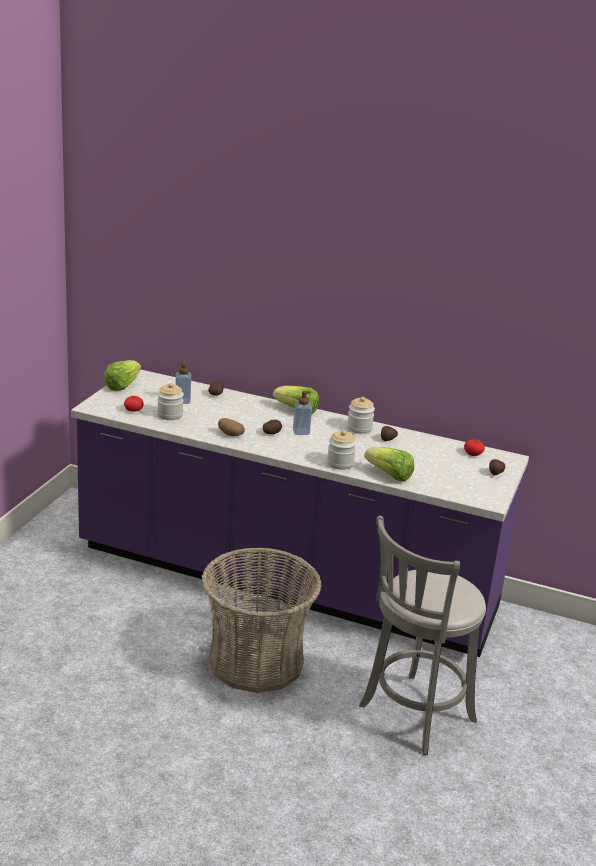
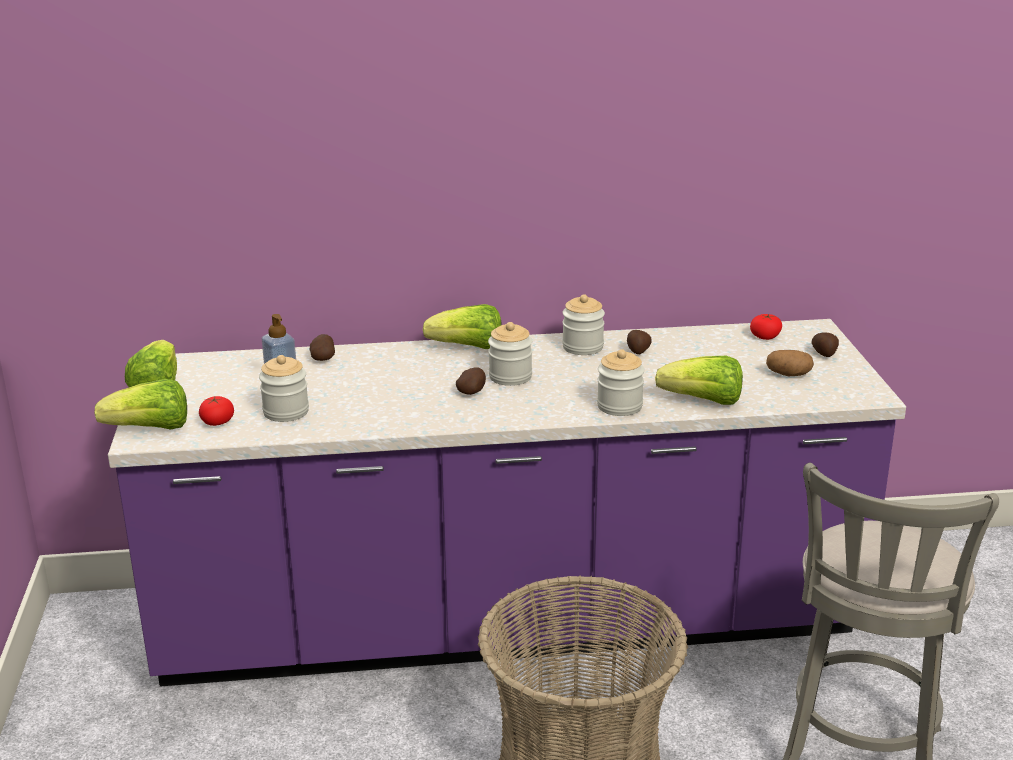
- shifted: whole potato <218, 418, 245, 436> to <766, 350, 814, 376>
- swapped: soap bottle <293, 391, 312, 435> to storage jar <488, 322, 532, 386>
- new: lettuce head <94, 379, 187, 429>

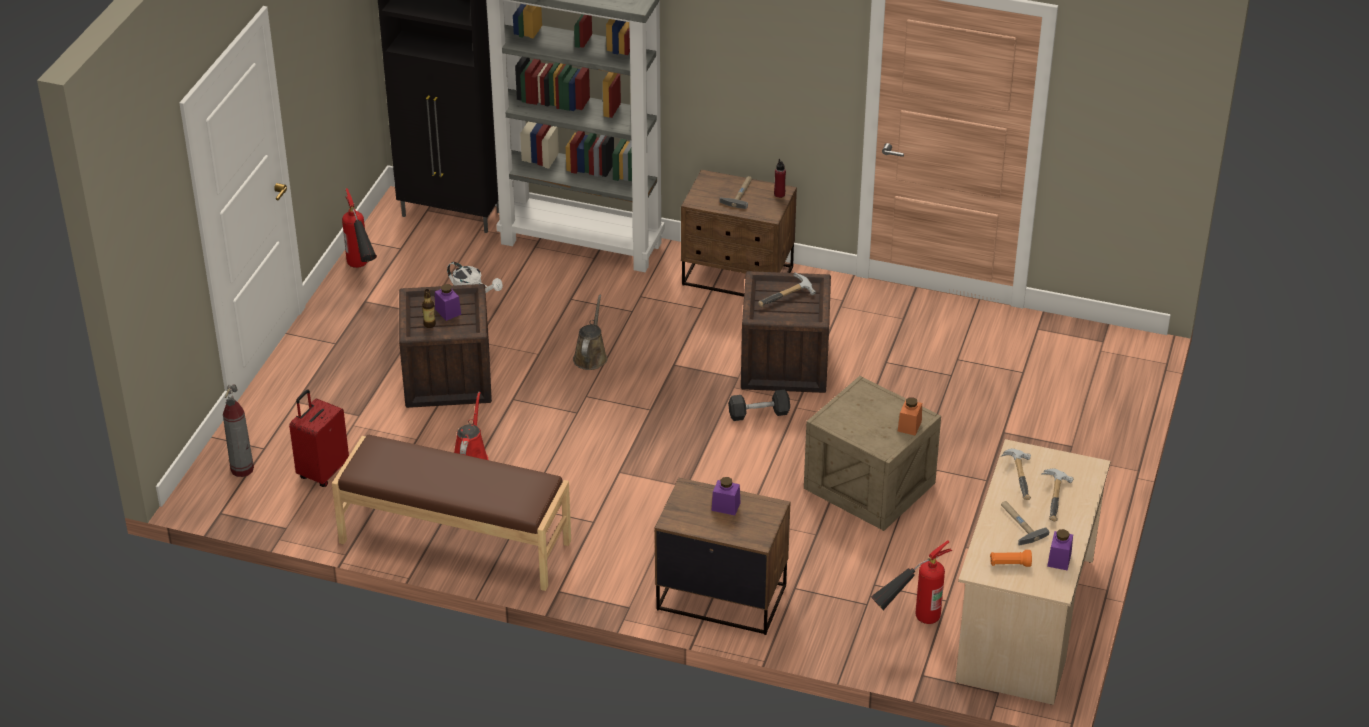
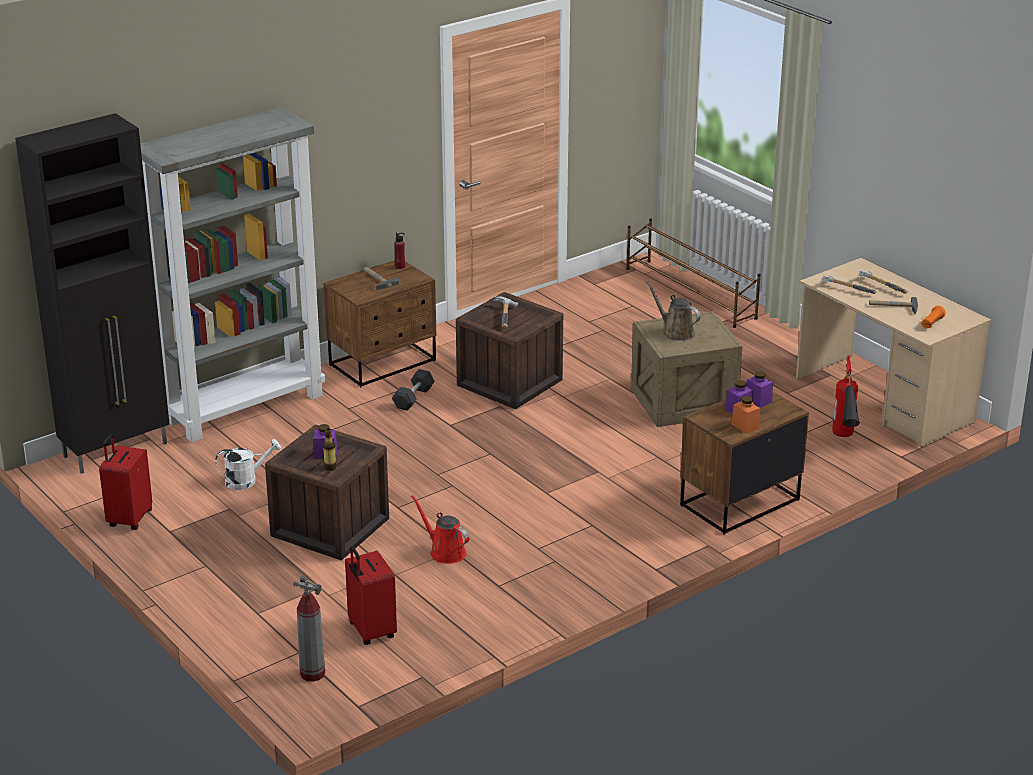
- gone: long seat/brownish <332, 435, 571, 591>
- swapped: fire-fighting cylinder <342, 188, 377, 268> to travel case/red <99, 434, 152, 530>
- shifted: sprinkling can/brownish <573, 295, 608, 370> to <646, 281, 701, 341>
- shifted: hand weight/greyish <728, 390, 790, 421> to <392, 369, 435, 411>
- shifted: storage jar/orange <898, 397, 922, 436> to <731, 396, 760, 433>
- shifted: storage jar/purplish <1047, 529, 1073, 570> to <746, 371, 773, 408>
- new: shoe rack/brownish <626, 218, 761, 328>

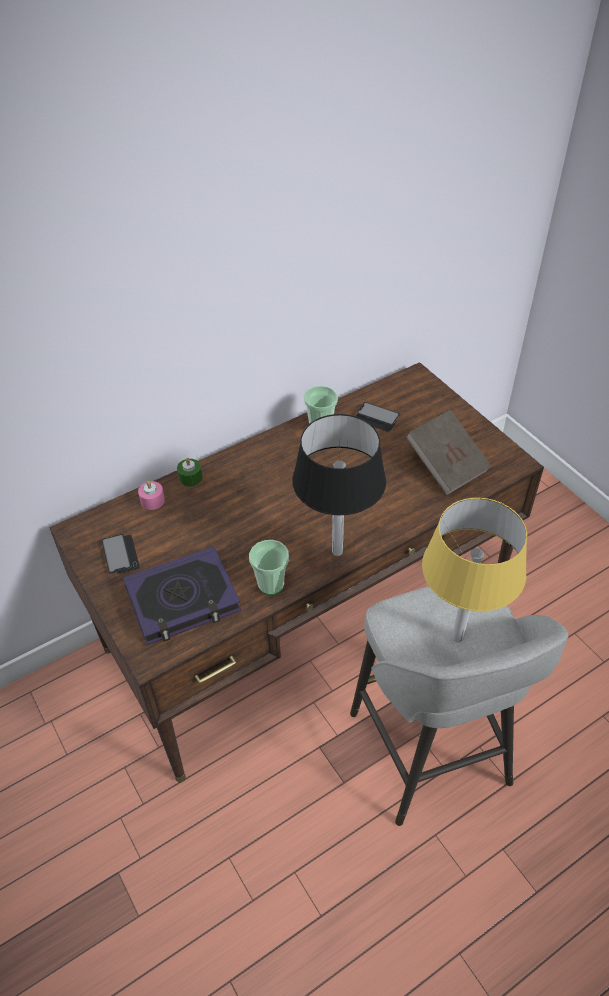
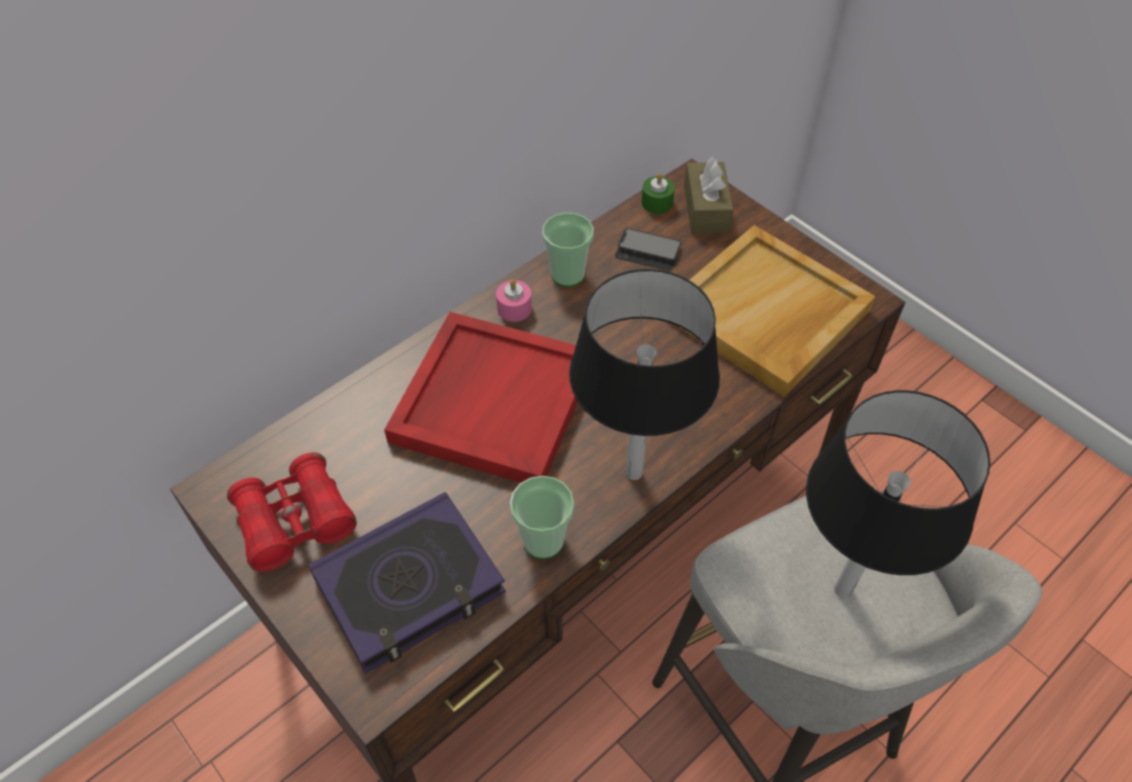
- swapped: telephone <102, 534, 140, 574> to field glasses/red <227, 452, 357, 572>
- shifted: wax light/pink <138, 481, 165, 510> to <496, 279, 532, 322>
- shifted: wax light/green-coloured <177, 458, 202, 486> to <641, 173, 675, 214>
- swapped: volume/brownish <406, 410, 492, 495> to tray/beige <678, 225, 876, 397>
- repainted: lamp for a table/yellow-coloured <422, 498, 527, 642> to lamp for a table/black-coloured <806, 390, 991, 598>
- new: tray/red <384, 312, 578, 483>
- new: tissue holder/brownish <684, 157, 733, 234>

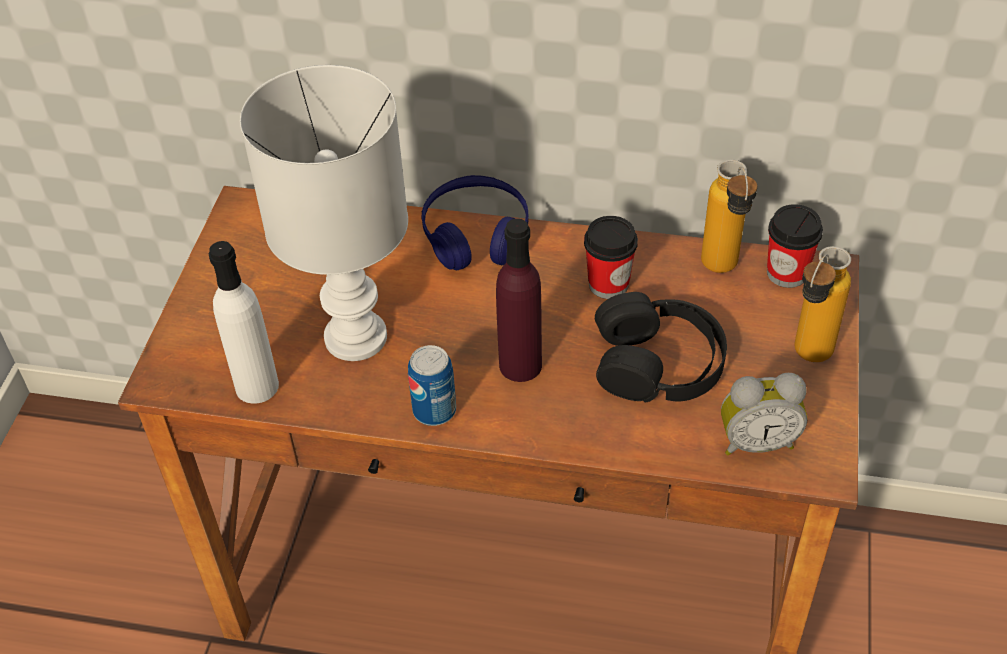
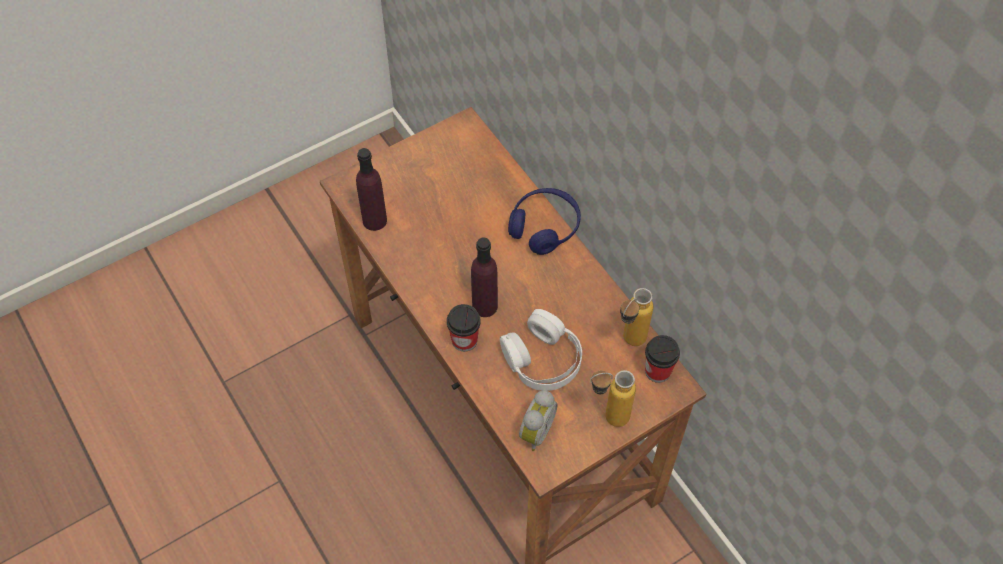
- repainted: bottle/white-coloured <209, 241, 279, 404> to bottle/purplish <356, 148, 387, 231>
- gone: lamp for a table/white-coloured <240, 65, 408, 361>
- gone: sealed can <408, 345, 456, 426>
- shifted: drinking cup <584, 216, 638, 299> to <447, 304, 481, 352>
- repainted: headphones/black-coloured <595, 292, 727, 403> to headphones/white-coloured <500, 309, 582, 391>
- rotated: alarm clock <721, 373, 807, 456> = <519, 390, 558, 451> 105 degrees counterclockwise

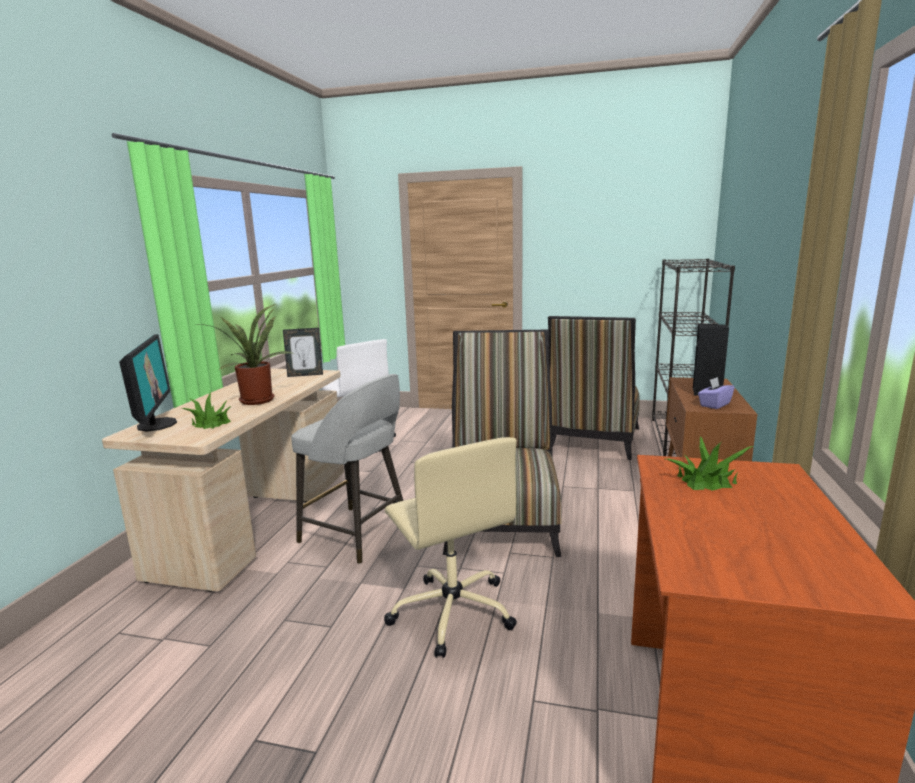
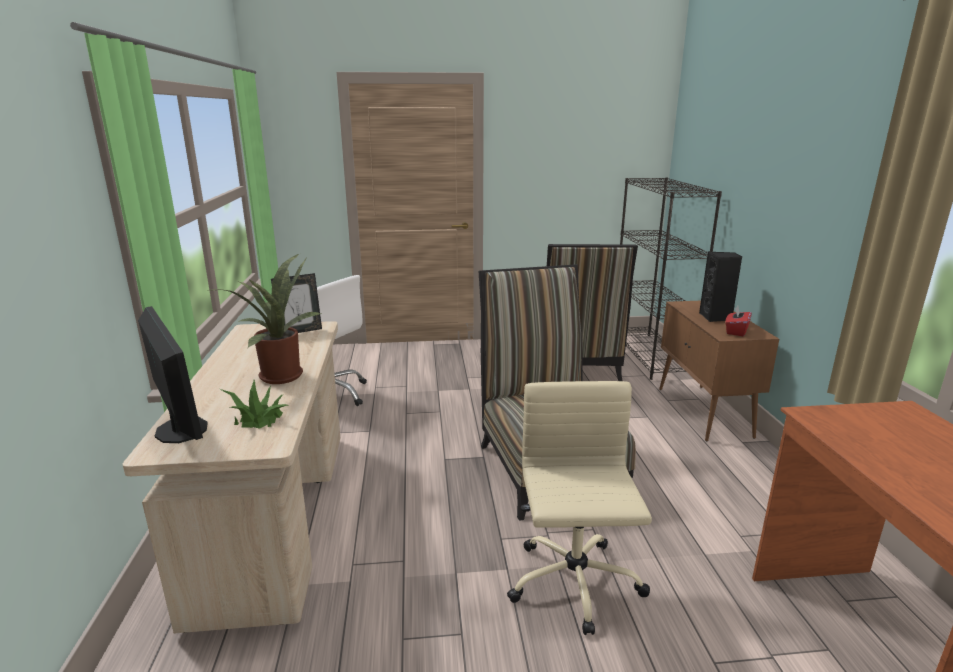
- gone: stool/greyish <291, 374, 403, 564>
- rotated: desk chair/beige <384, 437, 517, 658> = <507, 381, 652, 635> 135 degrees counterclockwise
- gone: potted plant <667, 436, 753, 491>
- repainted: tissue holder/purplish <698, 377, 735, 409> to tissue holder/red <725, 306, 752, 336>

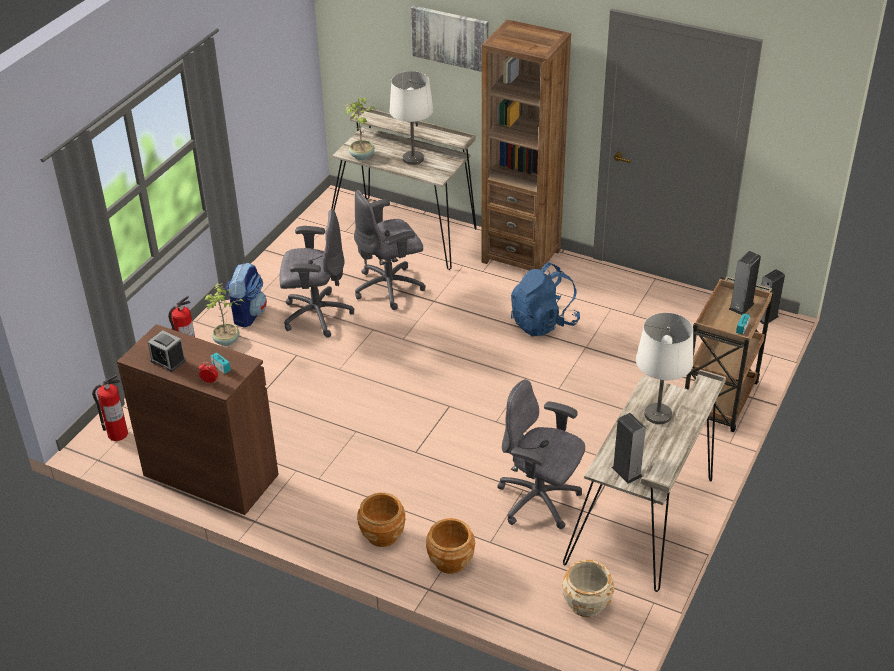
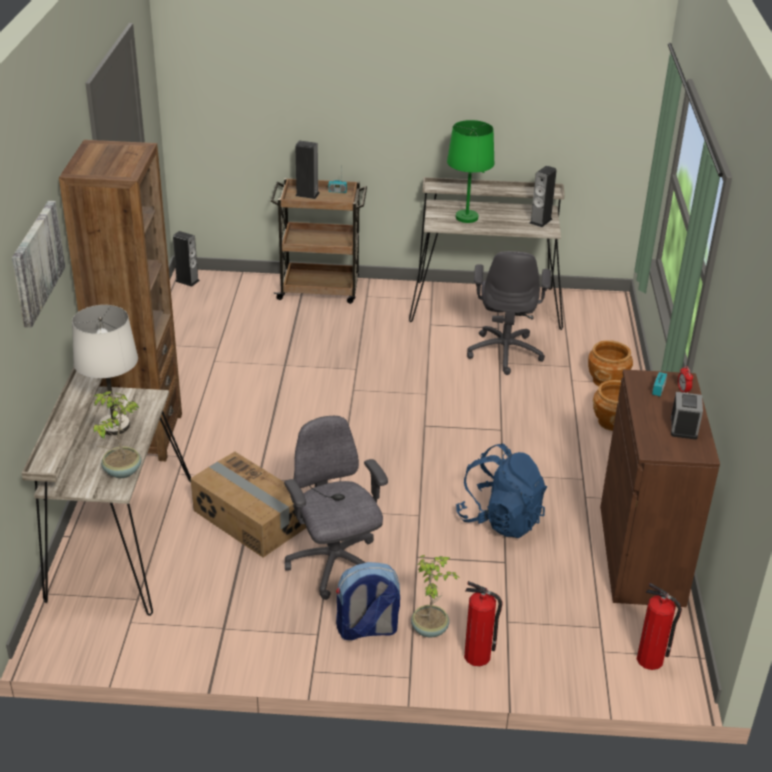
- swapped: desk chair/greyish <354, 190, 426, 310> to cardboard box <190, 452, 306, 558>
- shifted: rucksack/blue-coloured <511, 262, 580, 337> to <456, 443, 547, 538>
- gone: planter/beige <562, 560, 614, 617>
- repainted: lamp for a table/white-coloured <636, 313, 693, 424> to lamp for a table/green-coloured <447, 120, 495, 223>

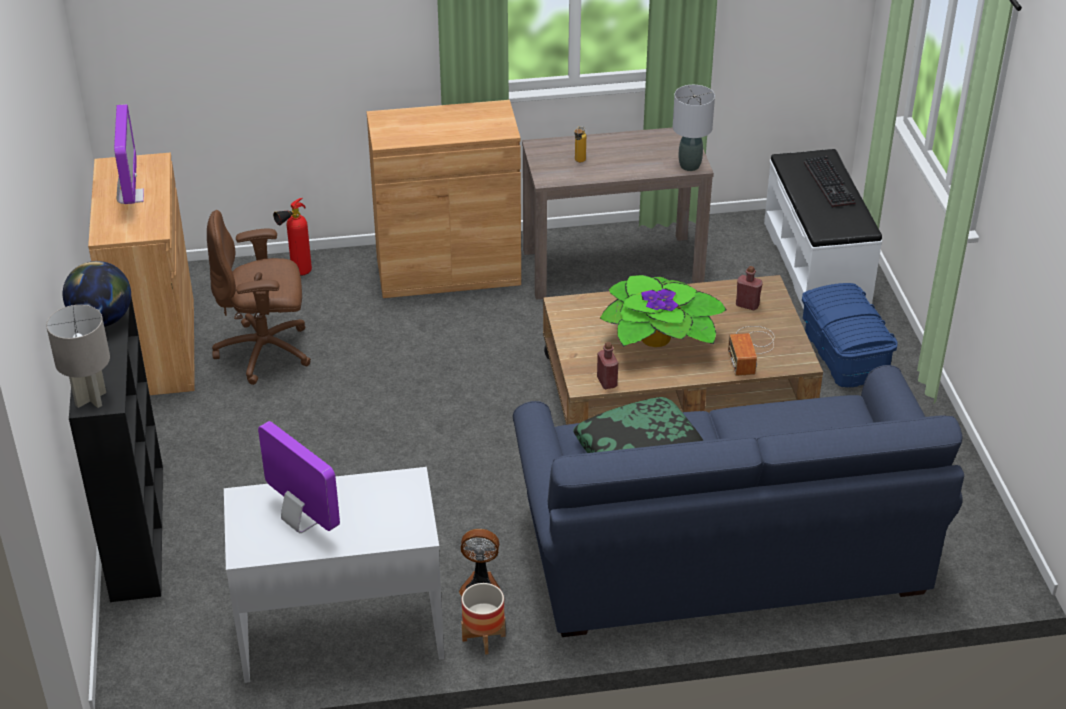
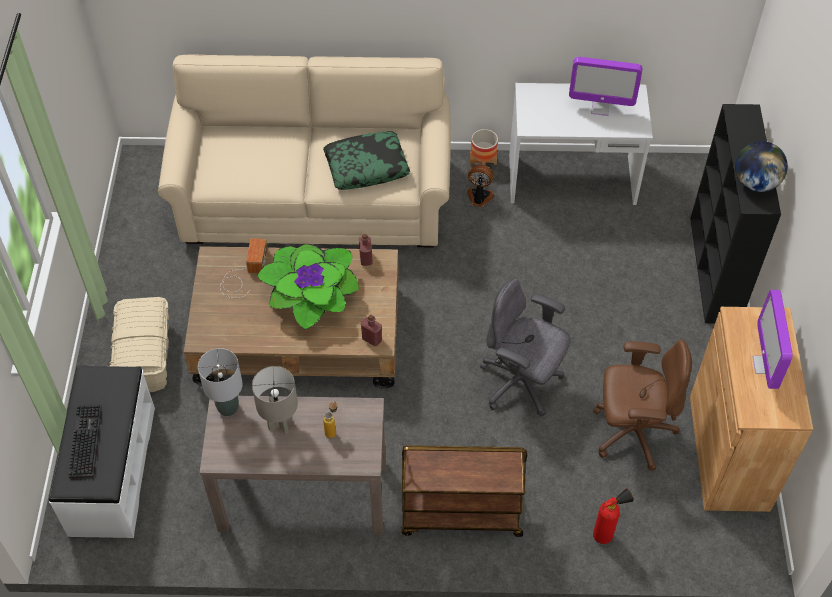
- shifted: lamp for a table/greyish <46, 305, 110, 408> to <252, 366, 298, 434>
- rotated: monitor <258, 421, 340, 533> = <569, 57, 642, 116> 45 degrees counterclockwise
- swapped: cabinet/brownish <367, 100, 521, 298> to cart/brownish <401, 445, 527, 537>
- repainted: sofa/blue-coloured <513, 365, 964, 637> to sofa/beige <158, 54, 451, 247>
- shifted: bottle/red <736, 266, 763, 310> to <361, 315, 382, 346>
- repainted: storage box/blue-coloured <802, 283, 898, 387> to storage box/beige <109, 297, 169, 392>
- new: desk chair/greyish <480, 278, 571, 416>

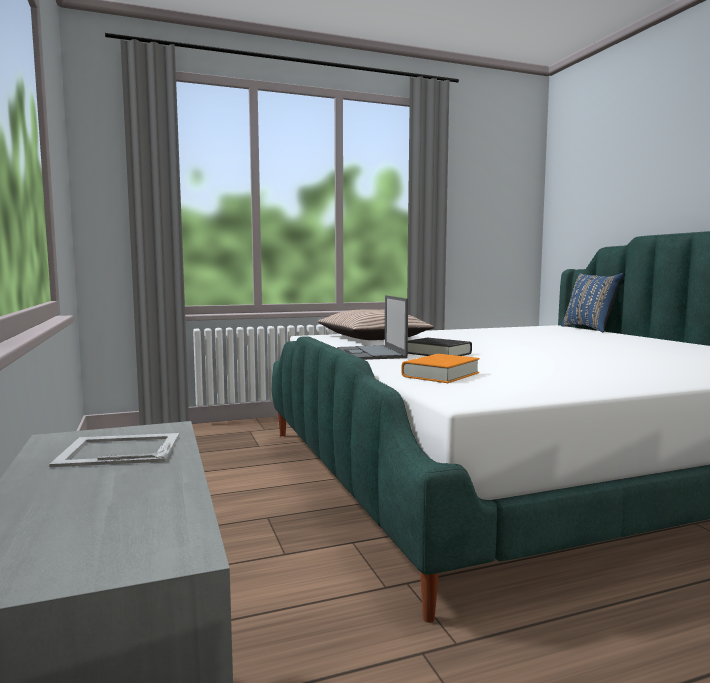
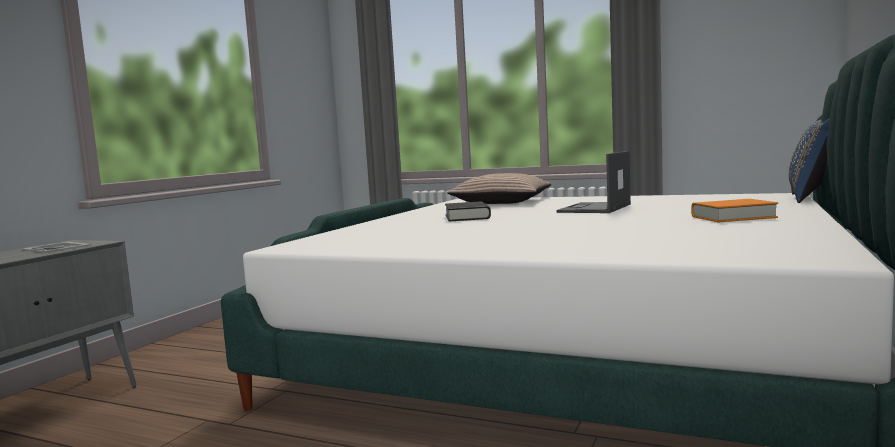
- shifted: laptop <337, 295, 408, 360> to <557, 151, 631, 213>
- shifted: volume/orange <401, 354, 480, 383> to <691, 199, 778, 222>

